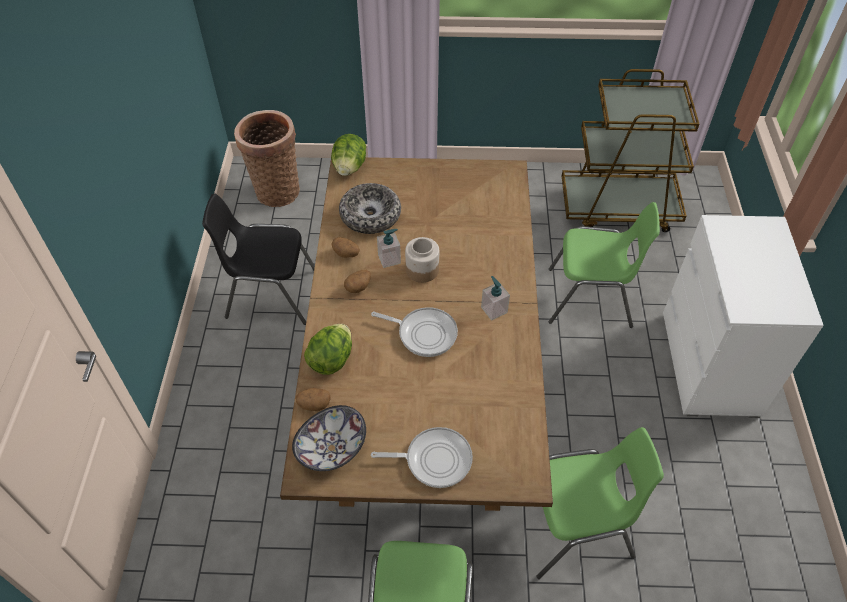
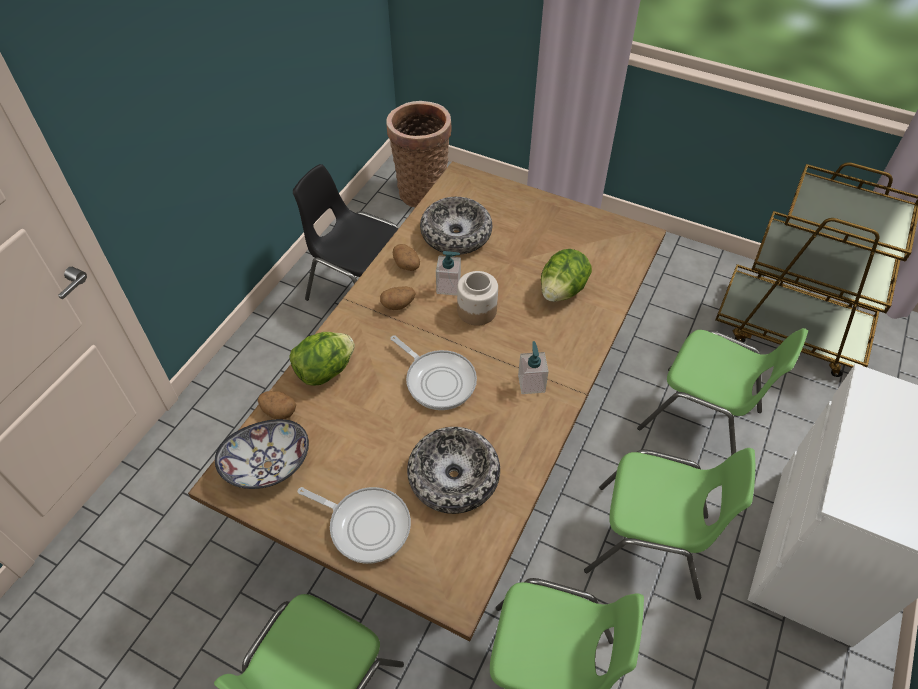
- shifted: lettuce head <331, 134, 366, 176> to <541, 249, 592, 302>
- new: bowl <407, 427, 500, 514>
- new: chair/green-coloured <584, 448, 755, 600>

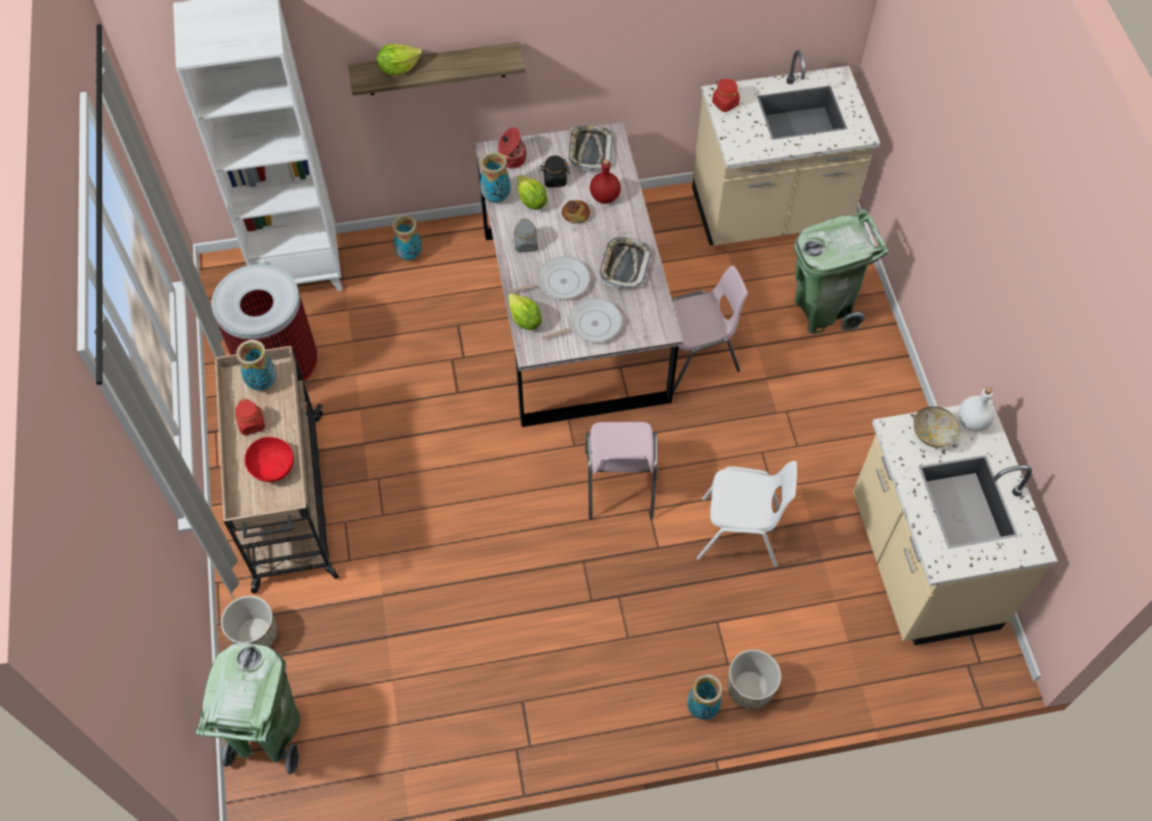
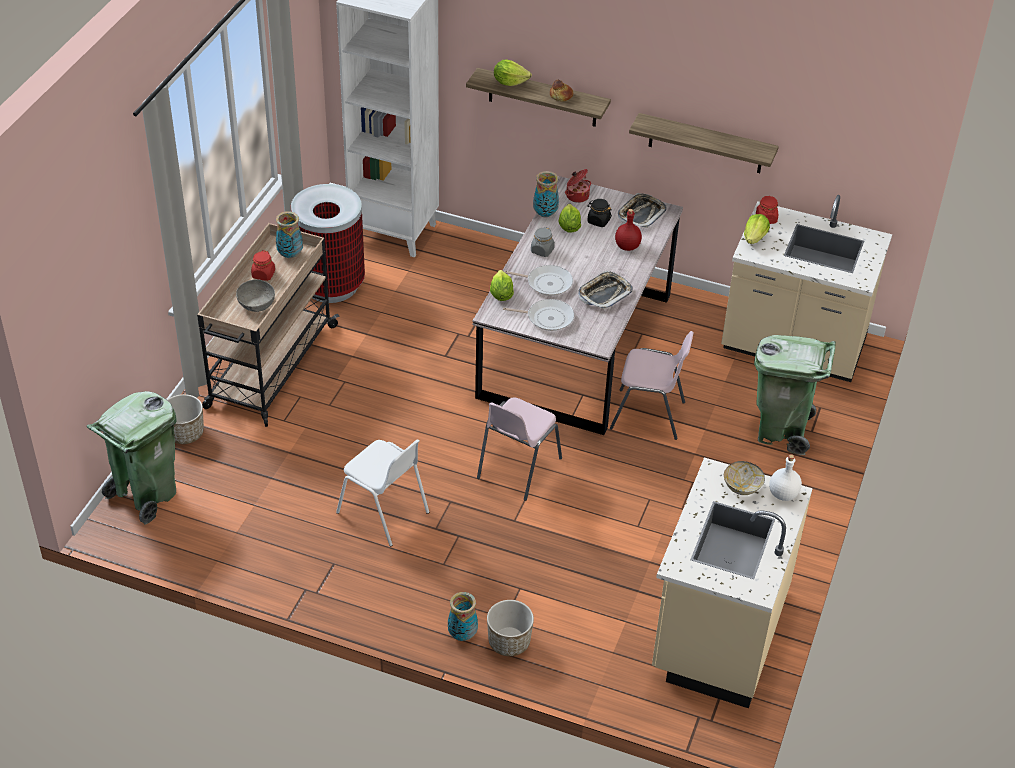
- repainted: bowl/red <245, 437, 294, 482> to bowl/greyish <236, 279, 275, 312>
- gone: vase <392, 215, 422, 260>
- shifted: bakery bread <562, 200, 590, 223> to <550, 80, 573, 101>
- shifted: chair/white-coloured <697, 461, 797, 567> to <336, 439, 429, 546>
- new: bracket shelf <629, 113, 779, 173>
- new: lettuce head <744, 214, 770, 244>

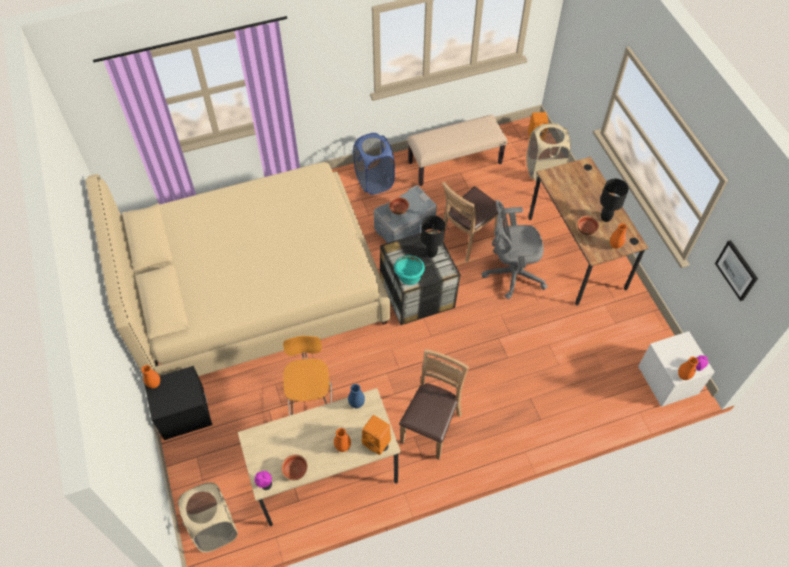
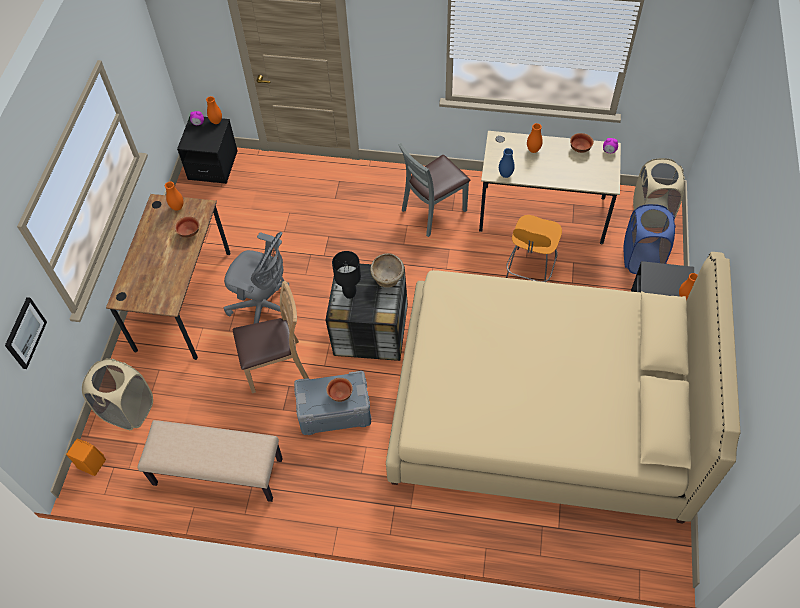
- shifted: laundry basket/blue-coloured <353, 133, 395, 195> to <623, 204, 675, 274>
- gone: speaker/orange <362, 415, 391, 455>
- repainted: bowl/turquoise <394, 256, 425, 285> to bowl/beige <370, 253, 405, 288>
- repainted: chair/brownish <399, 349, 469, 460> to chair/greyish <399, 143, 470, 237>
- gone: lamp for a table/black-coloured <600, 179, 629, 222>
- repainted: night table/white-coloured <638, 331, 715, 407> to night table/black-coloured <177, 117, 238, 184>
- shifted: picture <715, 240, 758, 301> to <5, 297, 47, 369>

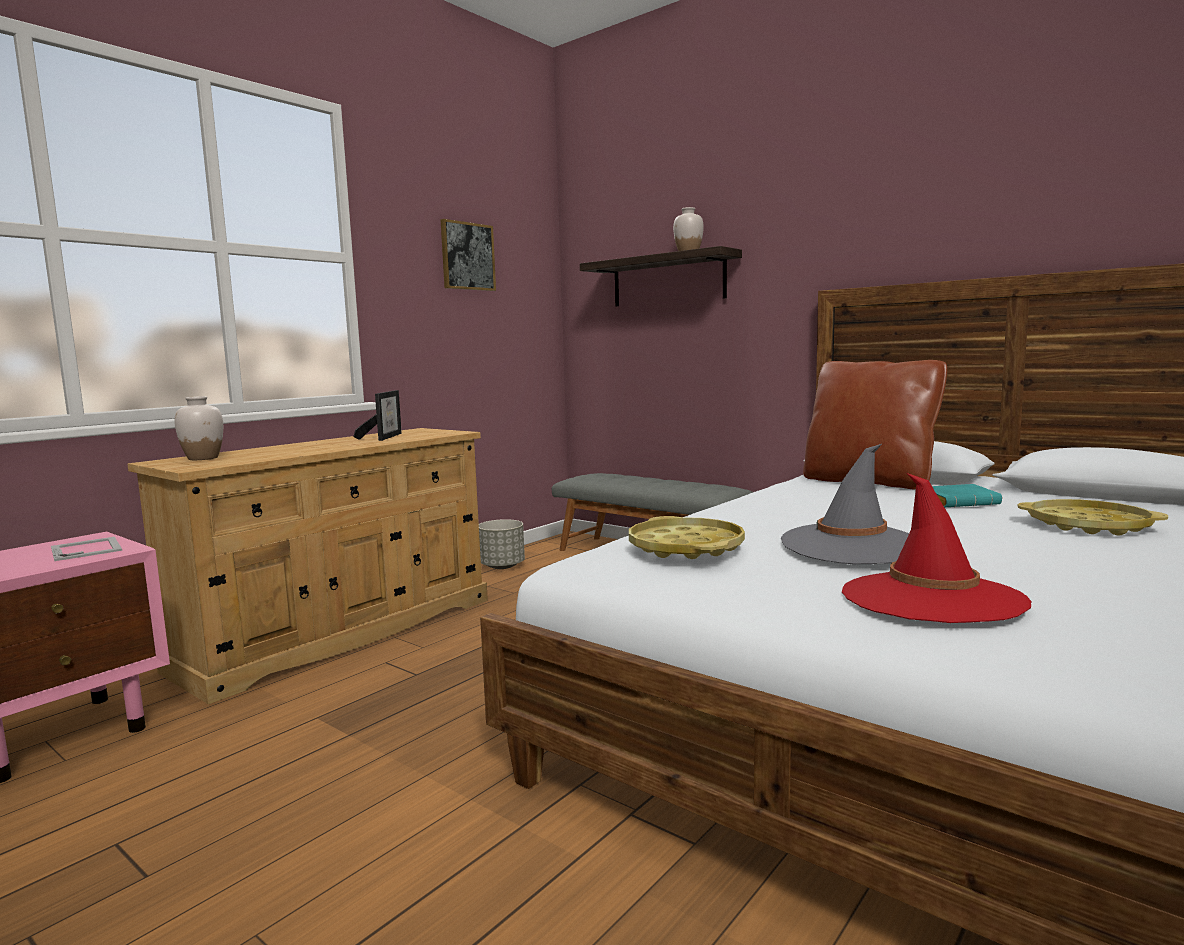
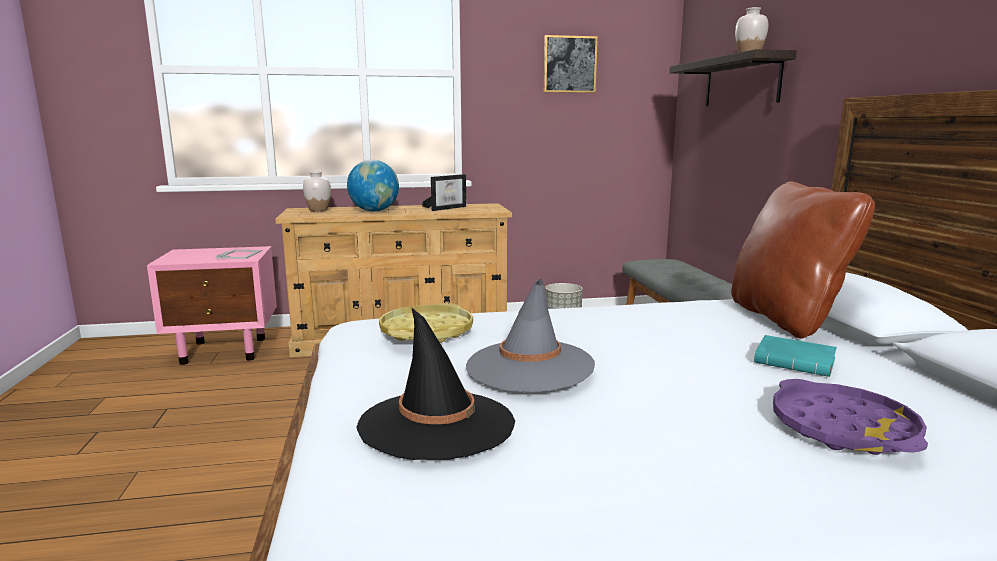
- repainted: clothing hat/red <842, 473, 1032, 623> to clothing hat/black-coloured <356, 307, 515, 460>
- repainted: tray/yellow-coloured <1018, 499, 1168, 536> to tray/purplish <773, 379, 928, 455>
- new: world globe <347, 160, 399, 212>

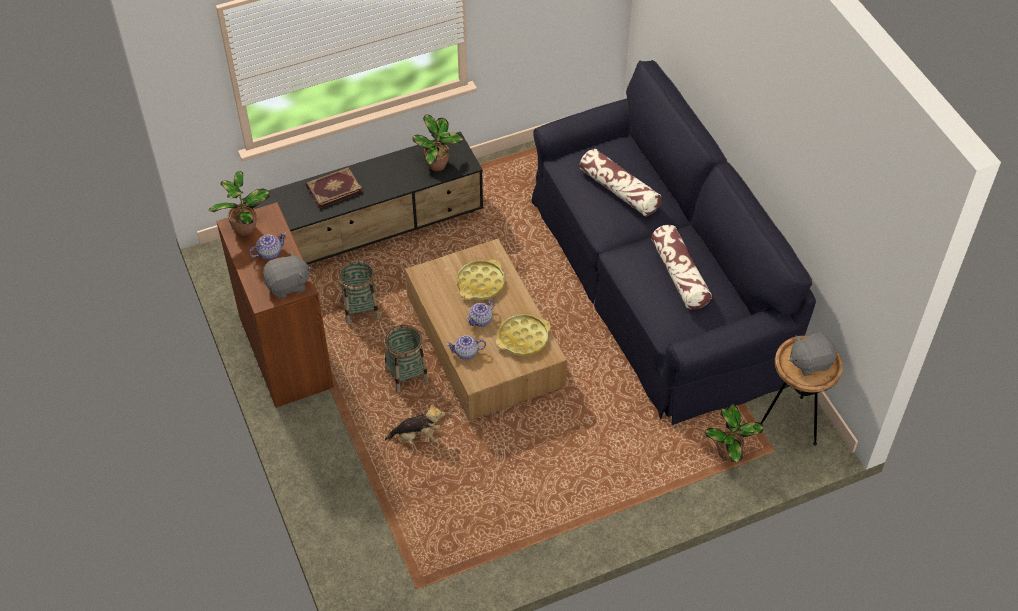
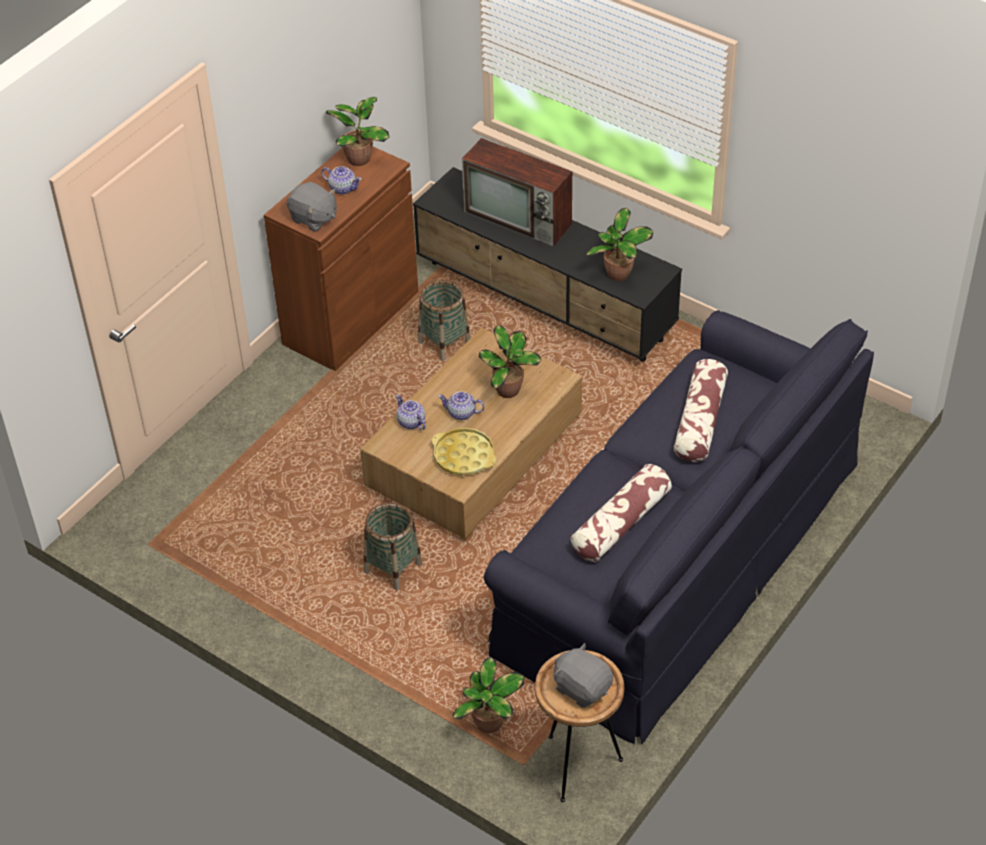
- swapped: volume <306, 167, 362, 208> to TV <462, 138, 572, 247>
- shifted: storage basket <385, 325, 428, 393> to <364, 502, 422, 590>
- gone: soft toy <385, 403, 445, 445>
- swapped: tray/yellow-coloured <457, 260, 505, 300> to potted plant <479, 325, 542, 398>

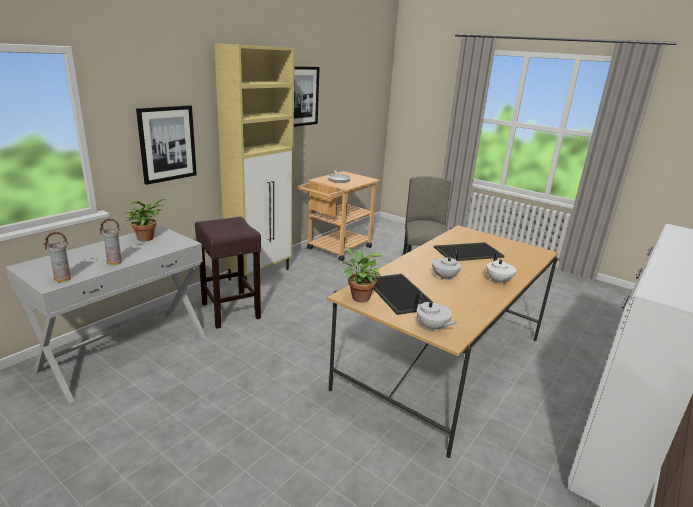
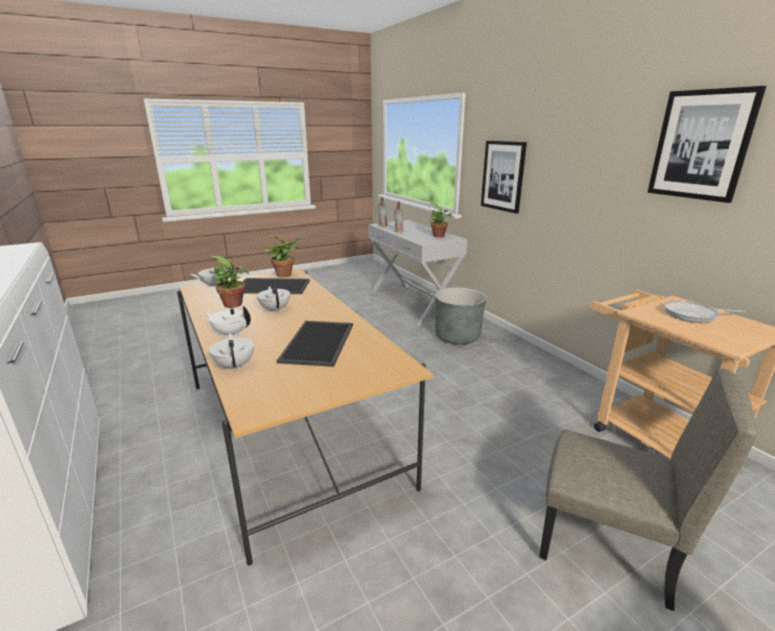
- swapped: stool/brownish <195, 217, 261, 329> to planter/greyish <435, 287, 486, 345>
- gone: cabinet/beige <214, 43, 295, 288>
- new: pot for tea/white-coloured <209, 333, 254, 371>
- new: potted plant <210, 256, 250, 308>

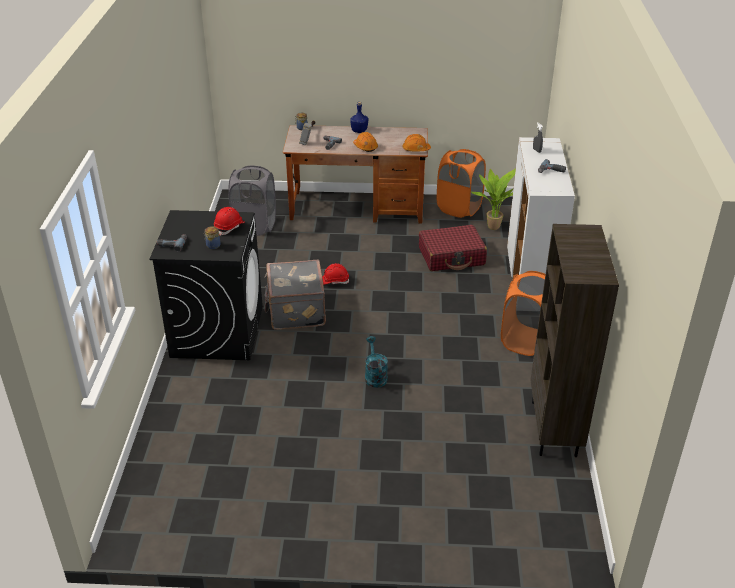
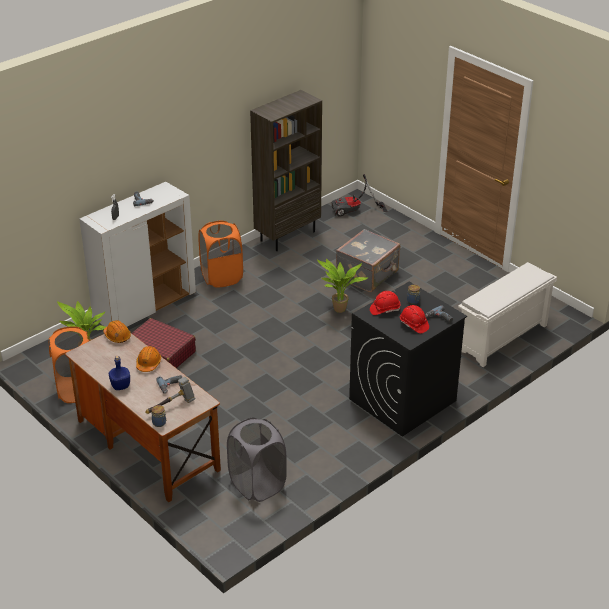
- shifted: travel case/greyish <265, 260, 326, 330> to <336, 229, 400, 292>
- shifted: work helmet/red <322, 263, 349, 285> to <400, 305, 429, 333>
- swapped: sprinkling can/turquoise <365, 336, 388, 388> to potted plant <317, 259, 368, 313>
- new: vacuum cleaner <332, 174, 388, 216>
- new: shoe rack/white-coloured <458, 262, 557, 367>

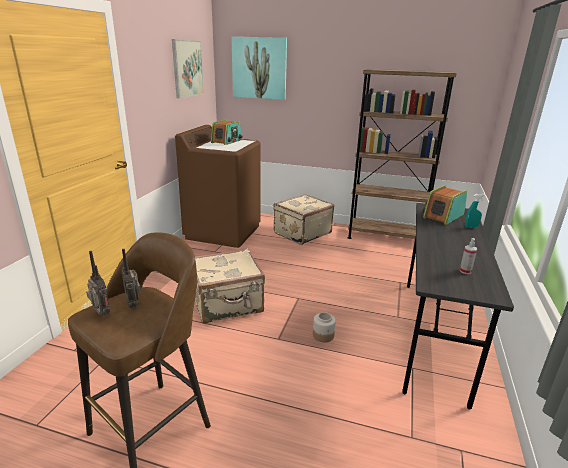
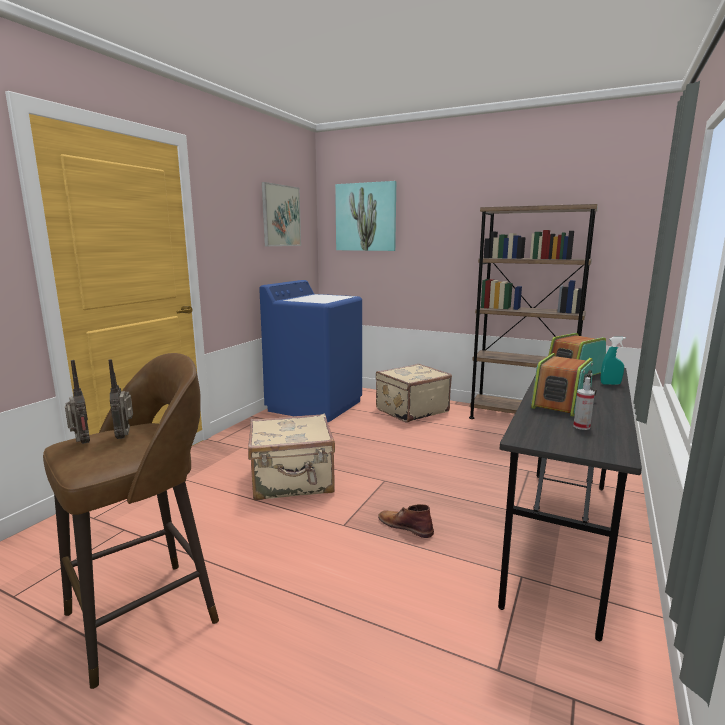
- repainted: laundry machine/brownish <175, 125, 261, 248> to laundry machine/blue-coloured <259, 280, 362, 422>
- shifted: radio set <211, 120, 243, 145> to <531, 353, 596, 416>
- swapped: storage jar <313, 312, 336, 342> to tall boot/brownish <378, 504, 434, 538>

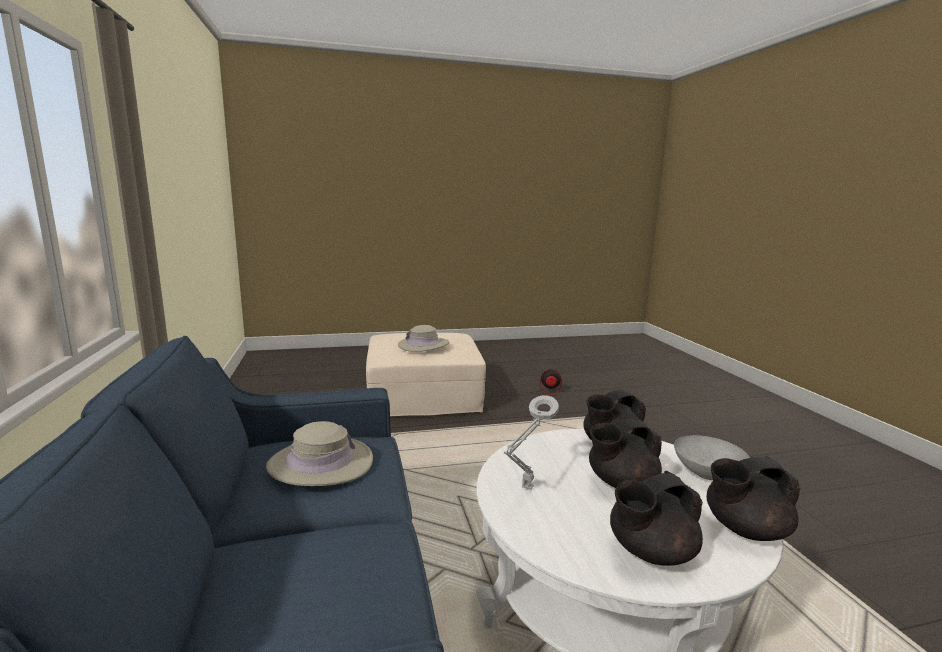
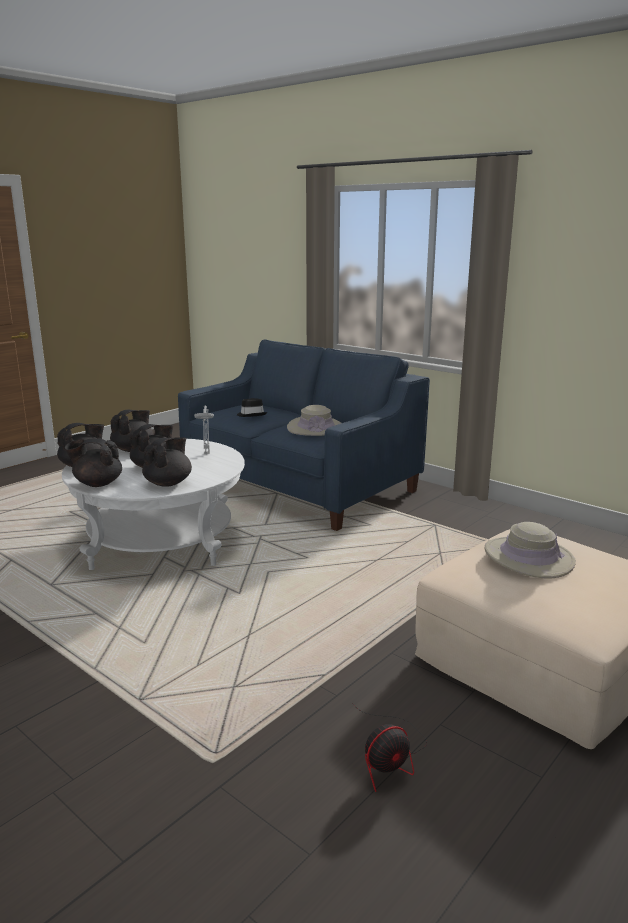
- swapped: bowl/greyish <674, 435, 750, 480> to pot for tea/black-coloured <64, 438, 122, 487>
- new: clothing hat/black-coloured <237, 398, 267, 417>

